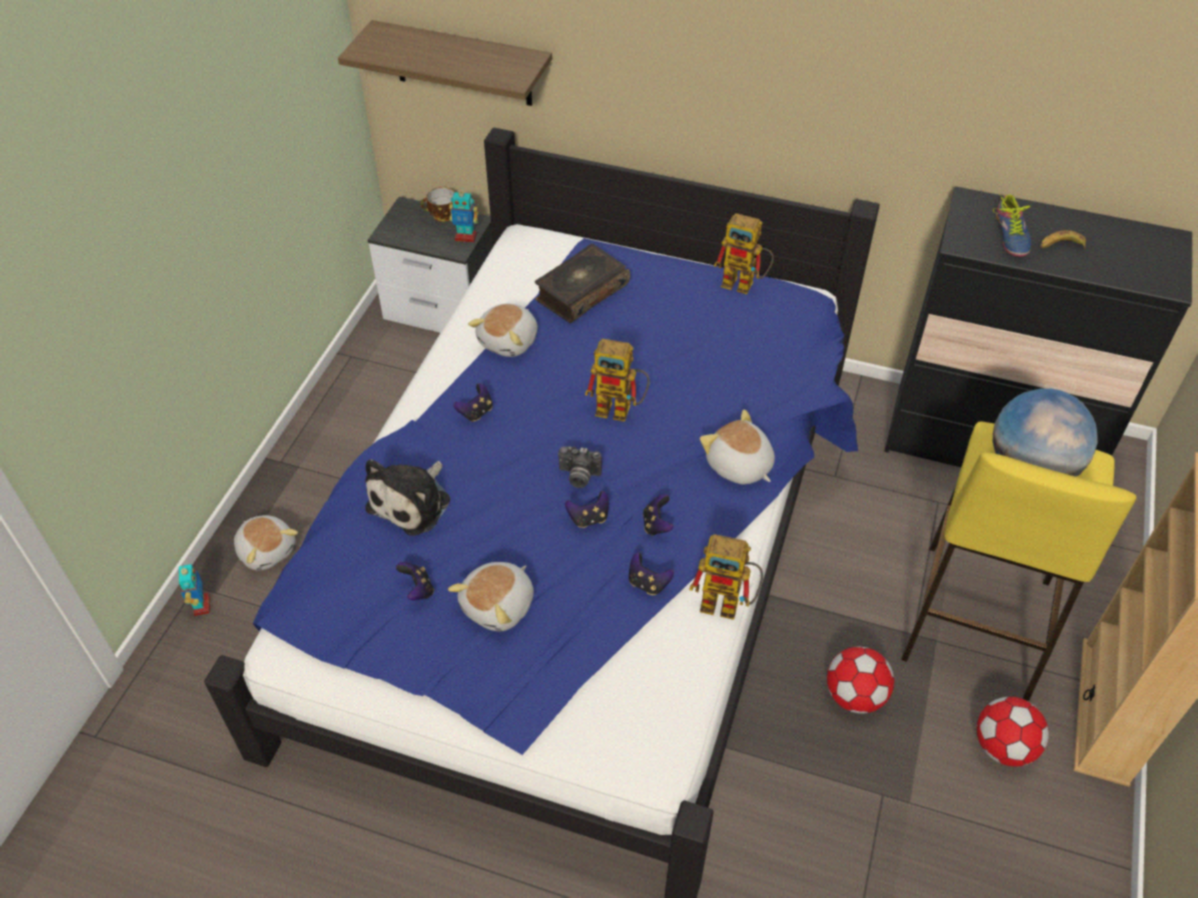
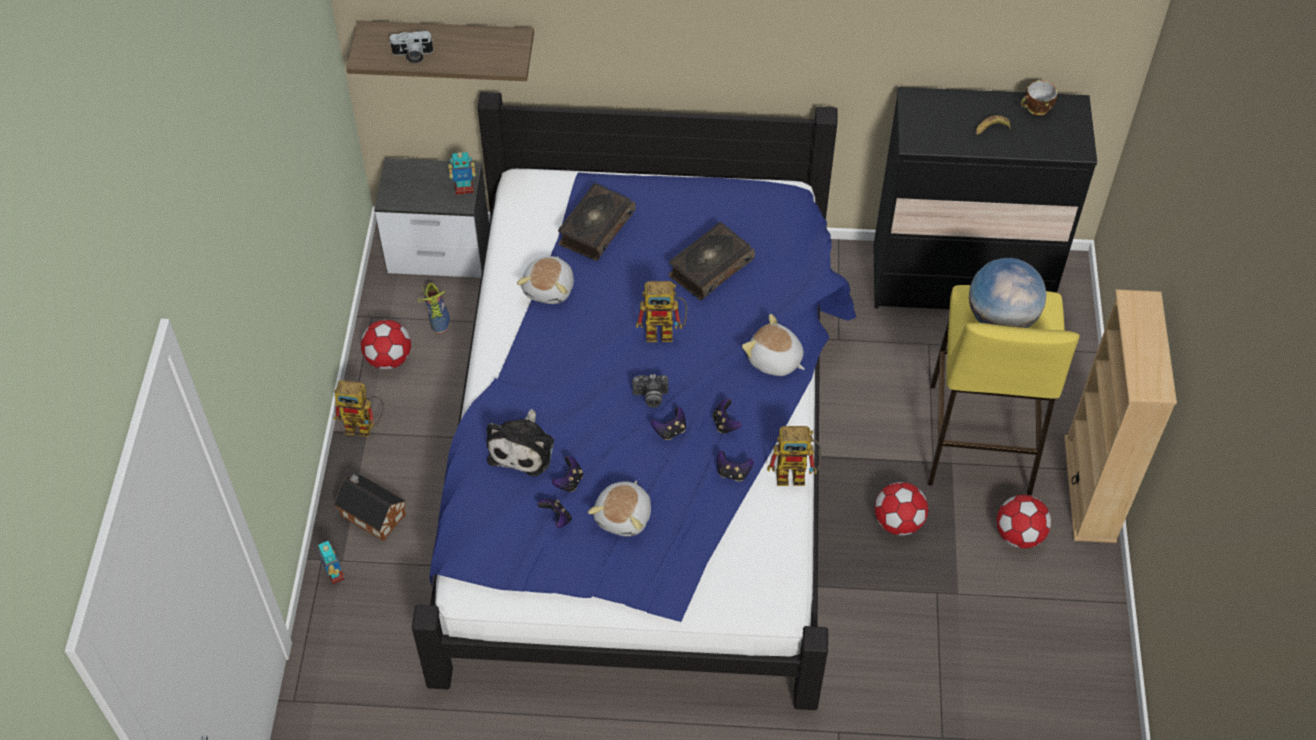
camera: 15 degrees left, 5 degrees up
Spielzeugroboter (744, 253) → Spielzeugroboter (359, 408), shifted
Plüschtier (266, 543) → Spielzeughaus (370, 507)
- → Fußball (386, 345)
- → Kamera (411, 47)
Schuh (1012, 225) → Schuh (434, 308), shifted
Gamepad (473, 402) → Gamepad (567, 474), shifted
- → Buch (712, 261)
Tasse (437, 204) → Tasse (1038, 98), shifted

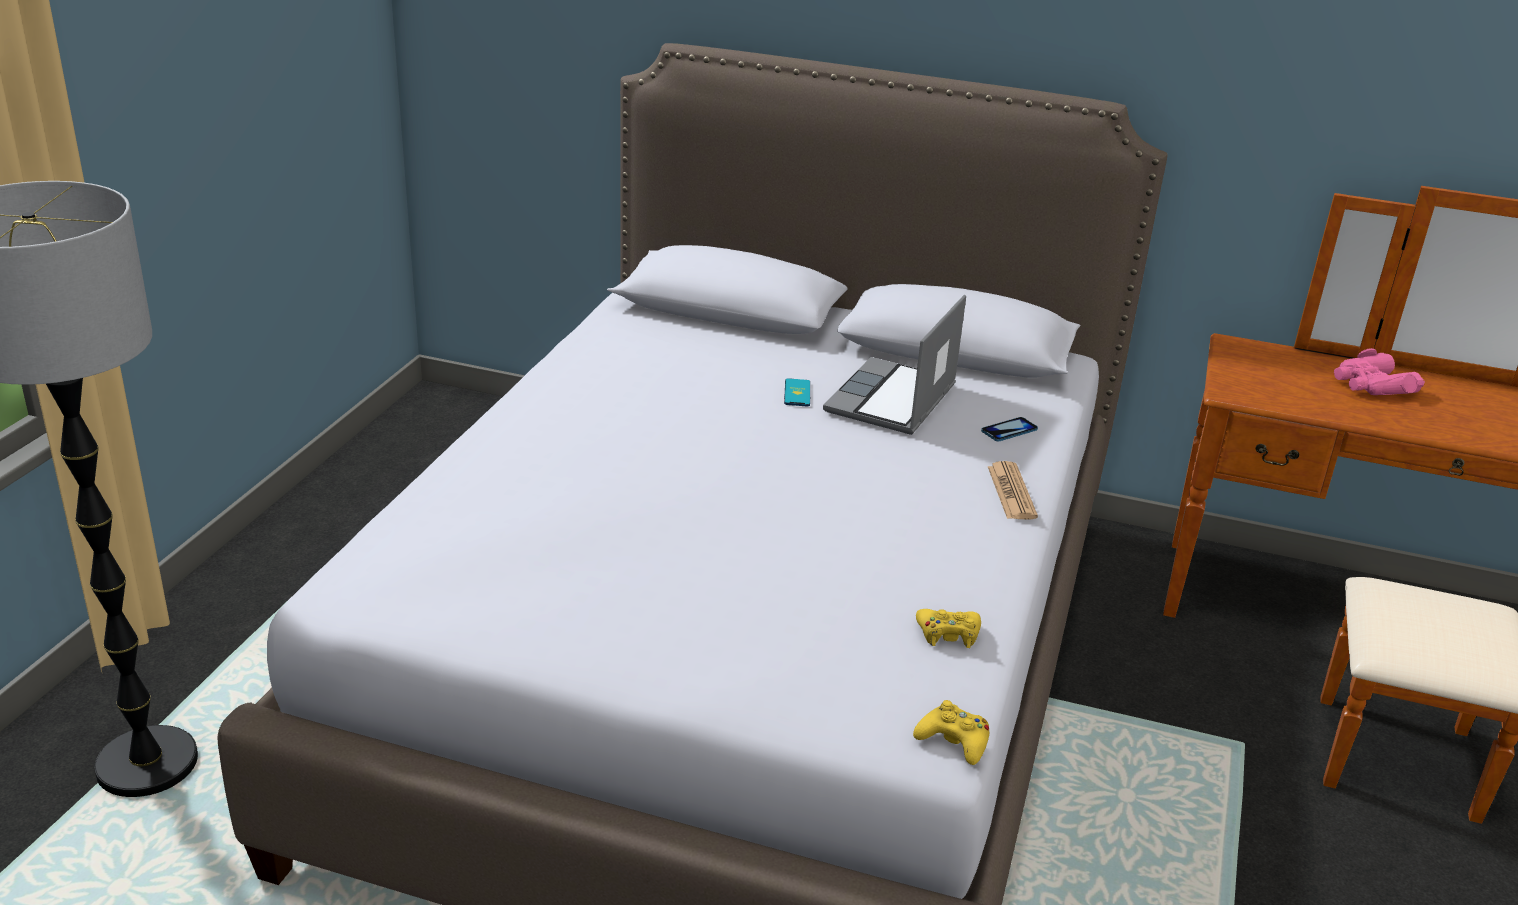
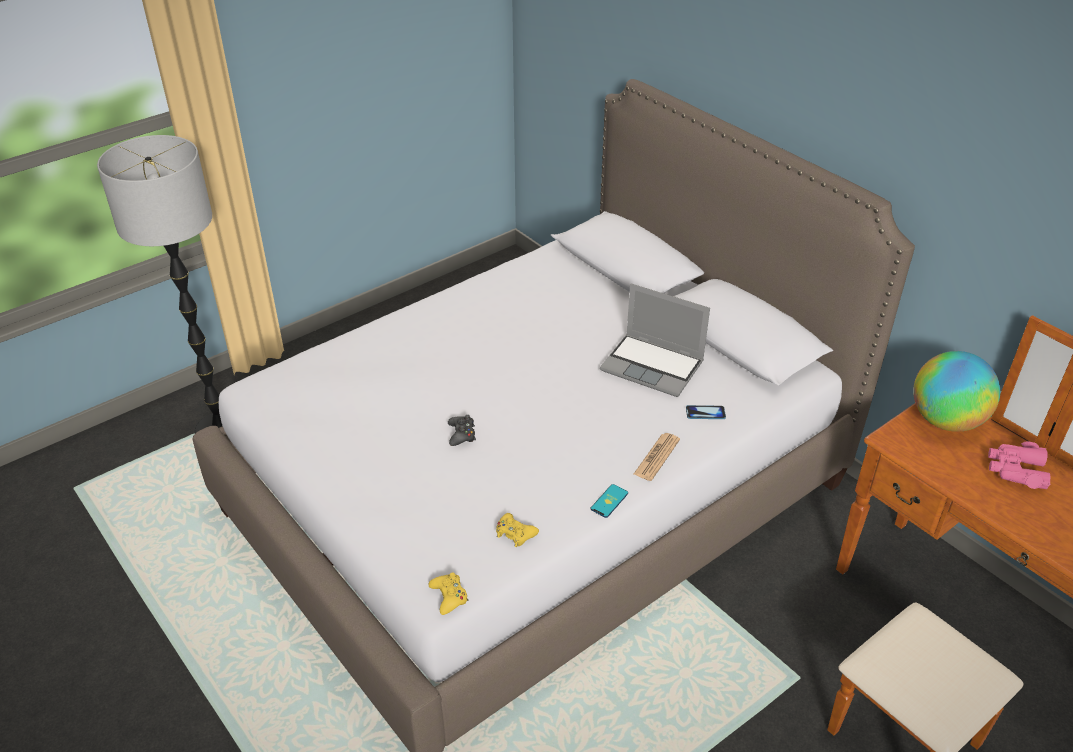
camera: 35 degrees right, 10 degrees up
- → Gamepad [schwarz] (462, 430)
Handy (797, 392) → Handy (609, 501), shifted
Laptop (894, 365) → Laptop (655, 340), 120 degrees counterclockwise
- → Globus (956, 391)

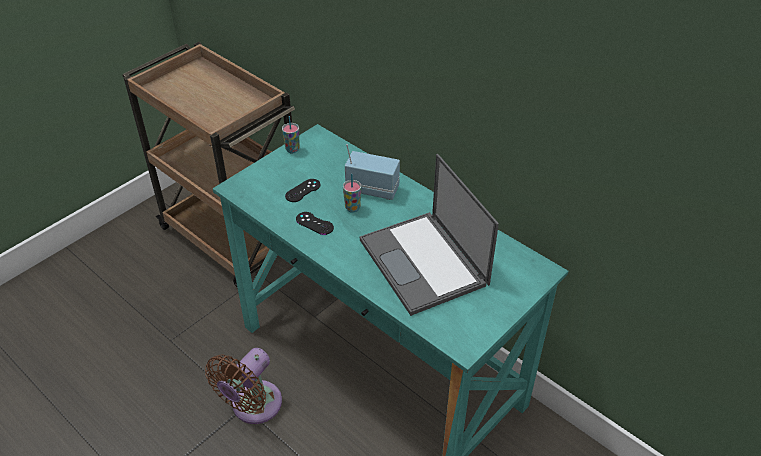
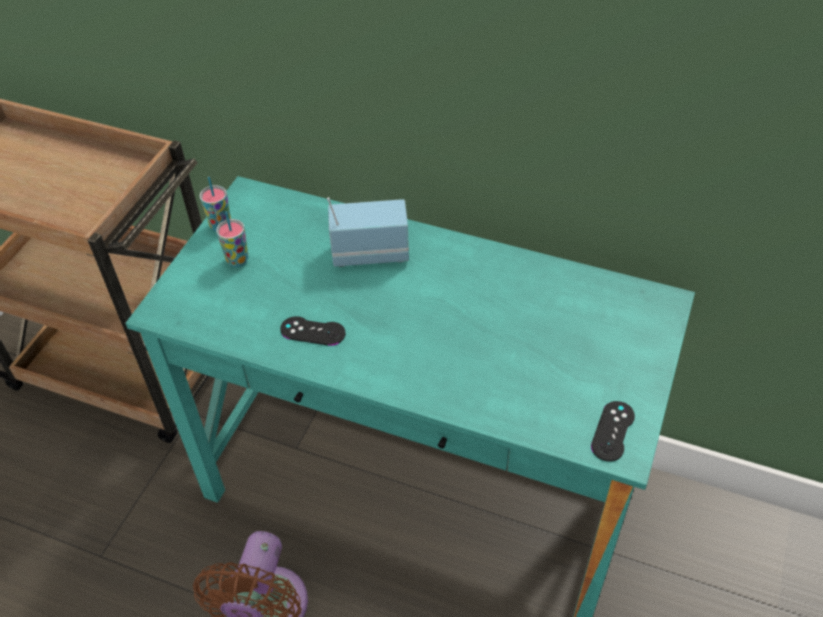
camera: 20 degrees left, 5 degrees up
Tasse (352, 193) → Tasse (232, 239), shifted
Gamepad [schwarz] (302, 190) → Gamepad [schwarz] (613, 431), shifted
Laptop (429, 235) → -

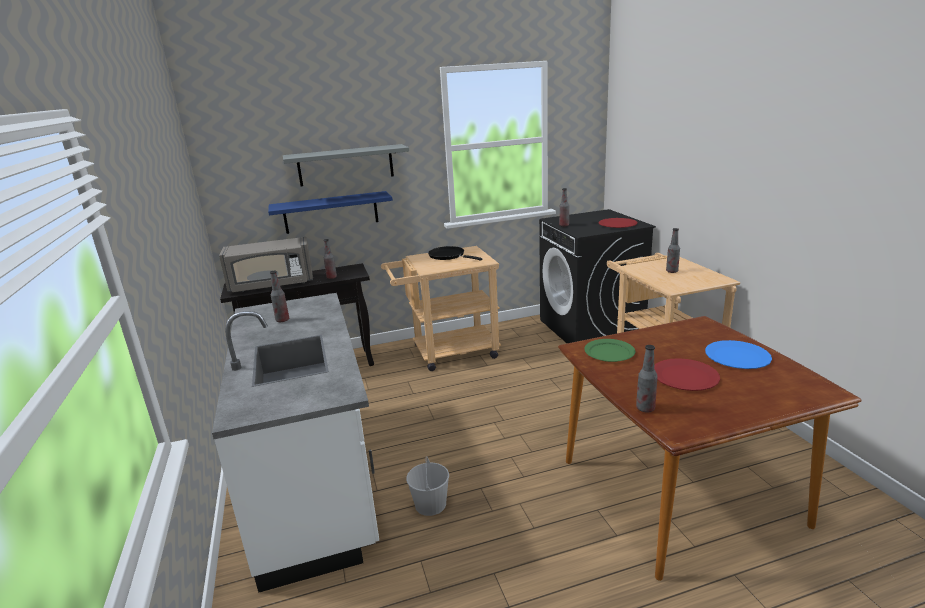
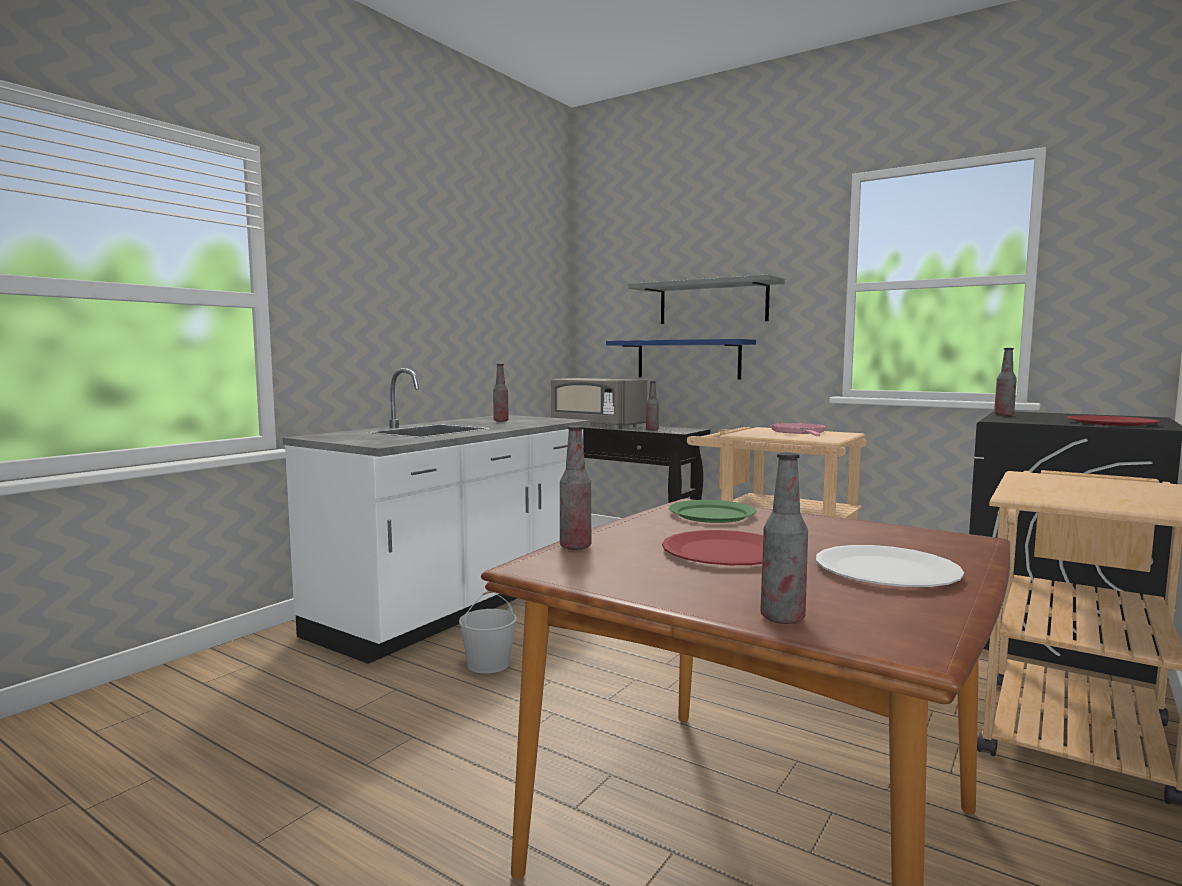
camera: 50 degrees right, 15 degrees down
Flasche (673, 250) → Flasche (784, 538), shifted
Pfanne [schwarz] (455, 253) → Pfanne [rosa] (798, 429)
Teller [blau] (738, 354) → Teller [weiß] (890, 566)

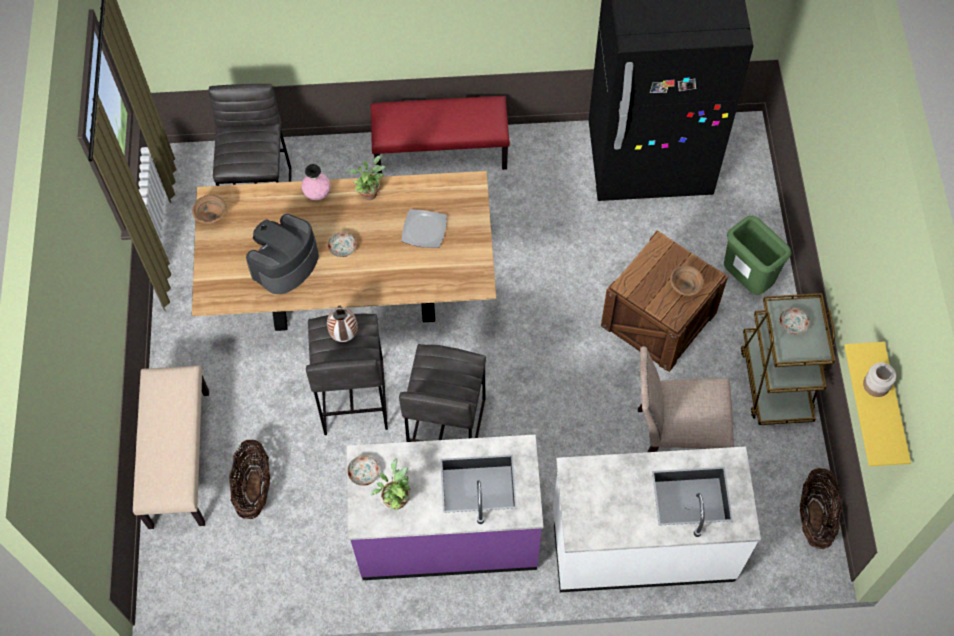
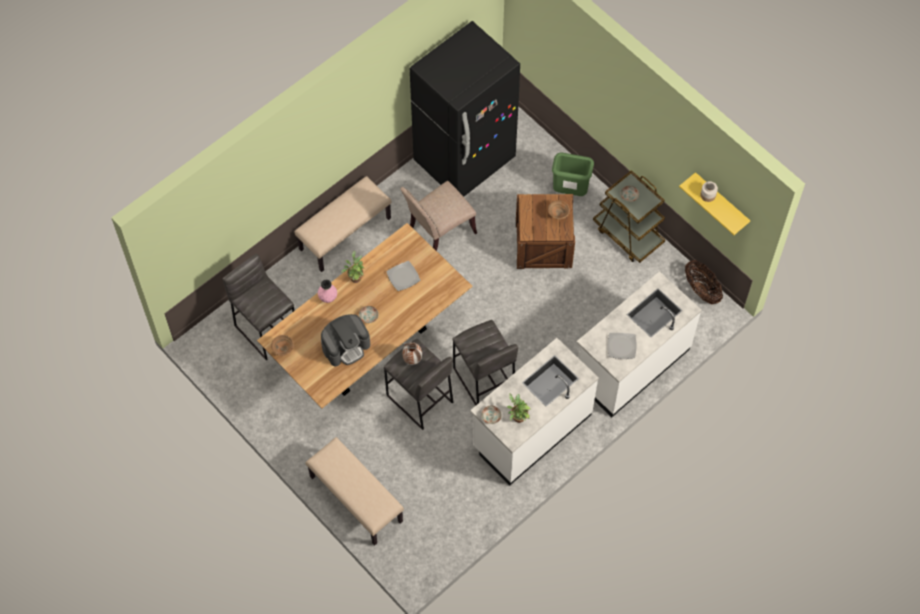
camera: 40 degrees left, 0 degrees up
Bank [rot] (440, 134) → Bank [beige] (343, 224)
Kaffeemaschine (282, 254) → Kaffeemaschine (345, 340), 120 degrees counterclockwise
Stuhl [beige] (686, 399) → Stuhl [beige] (438, 216), shifted
Küchenzeile [lila] (445, 507) → Küchenzeile [weiß] (534, 412)
- → Teller (622, 346)
Korb (249, 479) → -

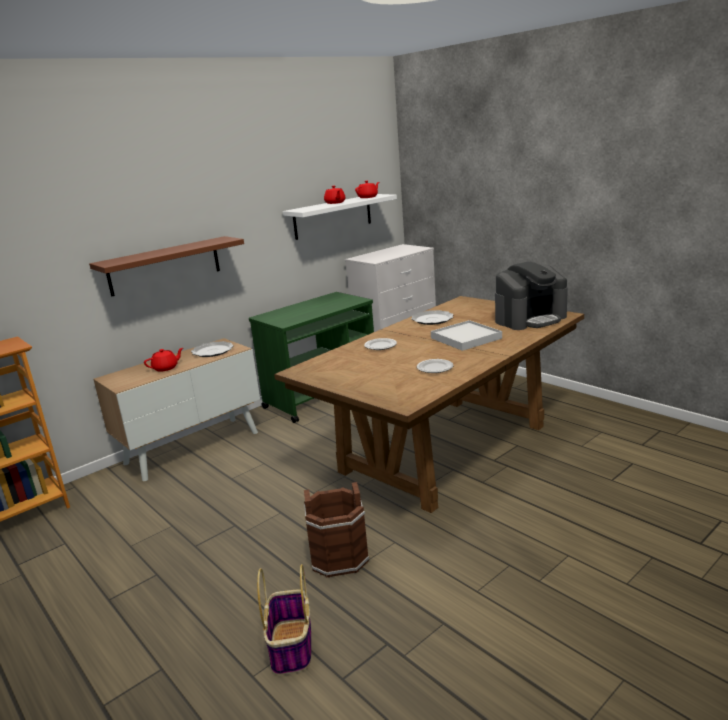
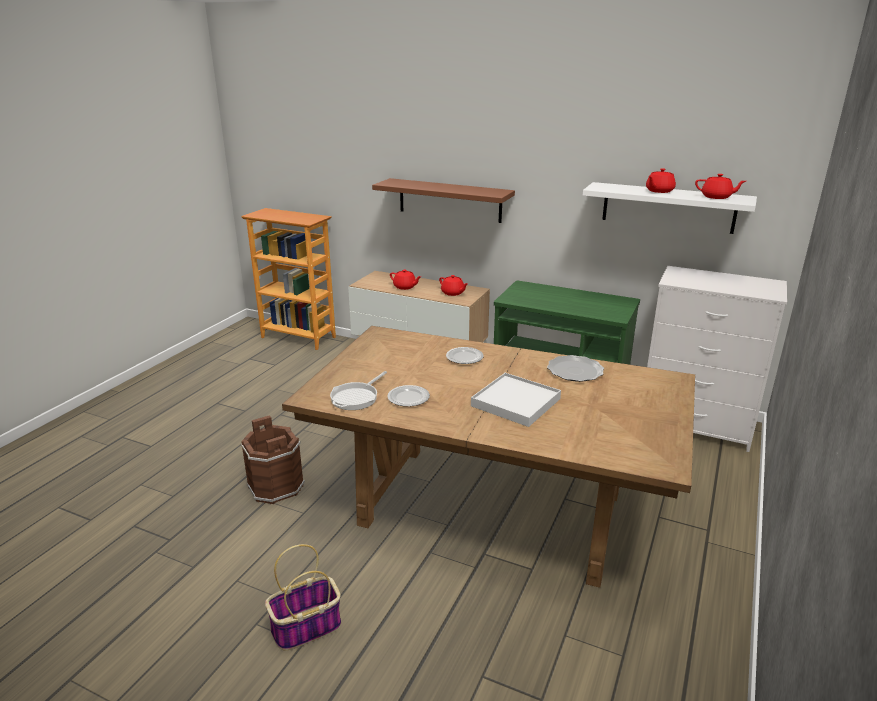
camera: 65 degrees right, 5 degrees up
Korb (284, 620) → Korb (303, 597), shifted
- → Pfanne (358, 390)
Teller (212, 349) → Teekanne [rot] (453, 285)
Kaffeemaschine (531, 296) → -

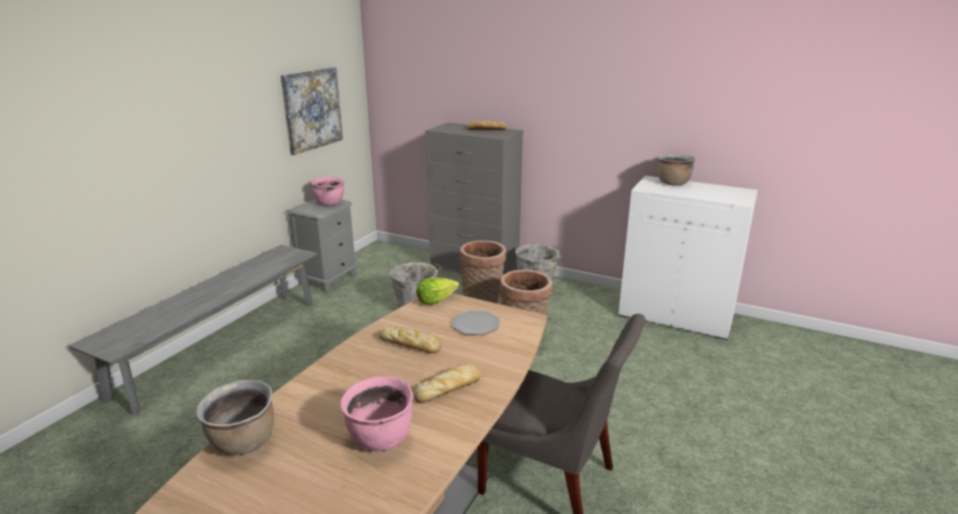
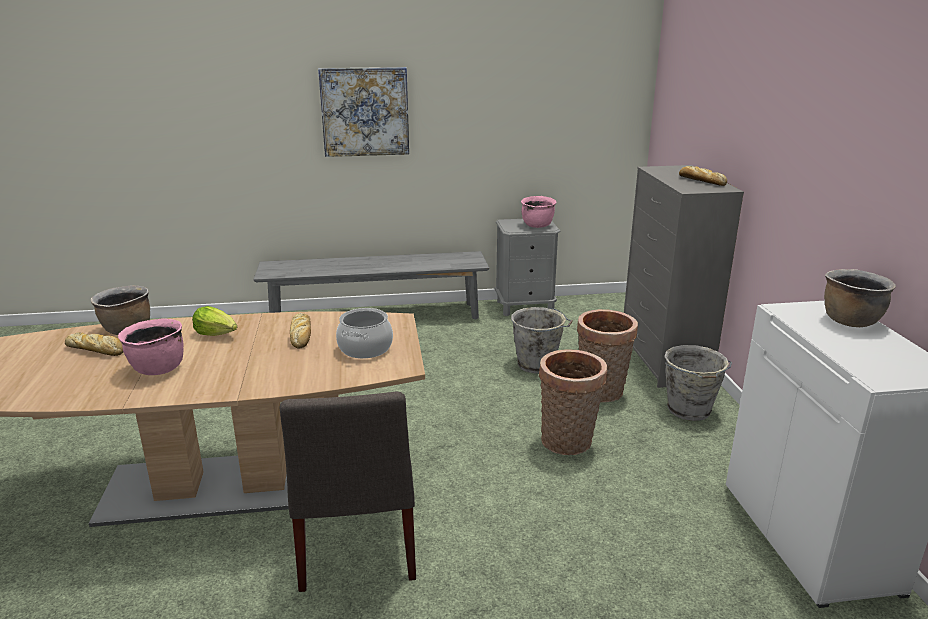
camera: 55 degrees right, 0 degrees up
Brot (447, 383) → Brot (94, 344), shifted
Salatkopf (437, 291) → Salatkopf (214, 321), shifted
Bild (312, 111) → Bild (363, 112), shifted
Teller (476, 322) → Kochtopf (364, 333)

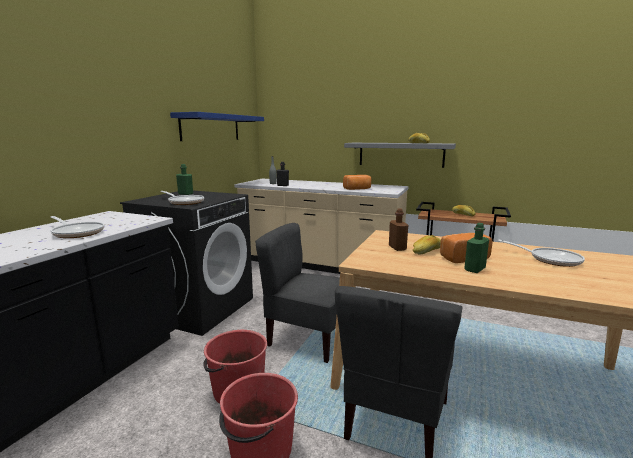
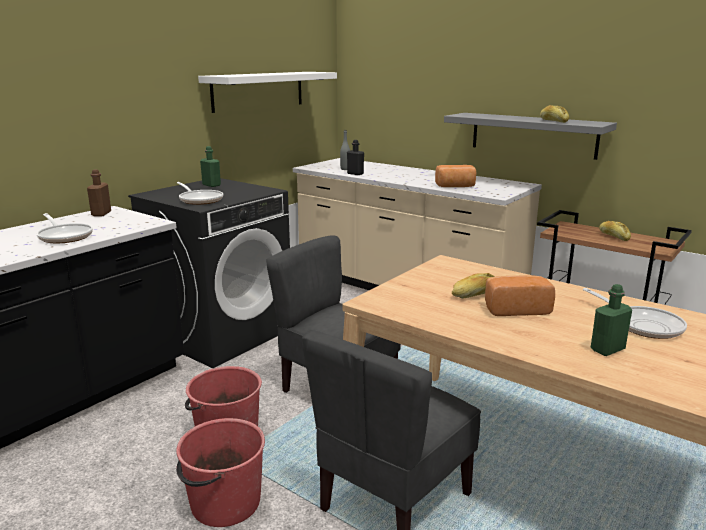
camera: 15 degrees right, 5 degrees up
Flasche [braun] (398, 229) → Flasche [braun] (99, 192), shifted
Wandregal [blau] (217, 126) → Wandregal [weiß] (267, 92)
Flasche [grün] (476, 248) → Flasche [grün] (611, 320), shifted

